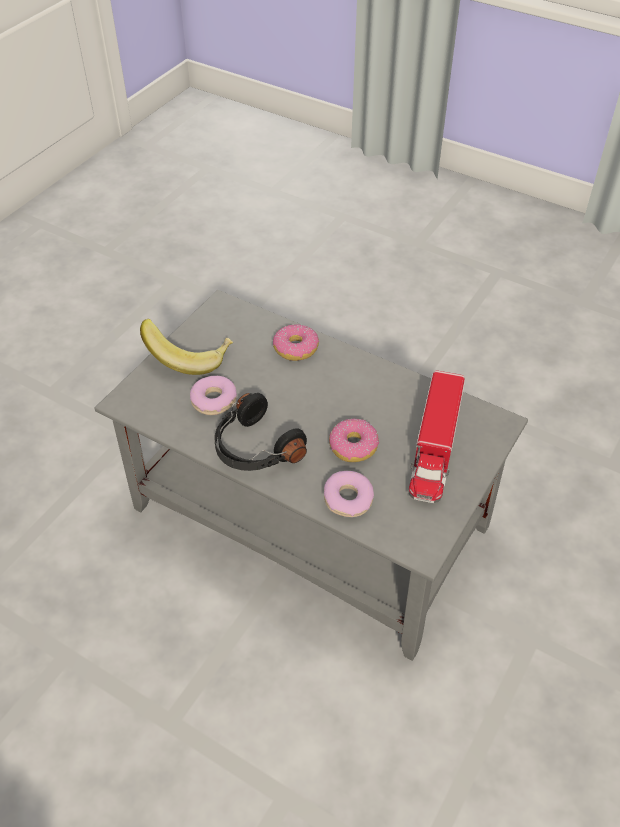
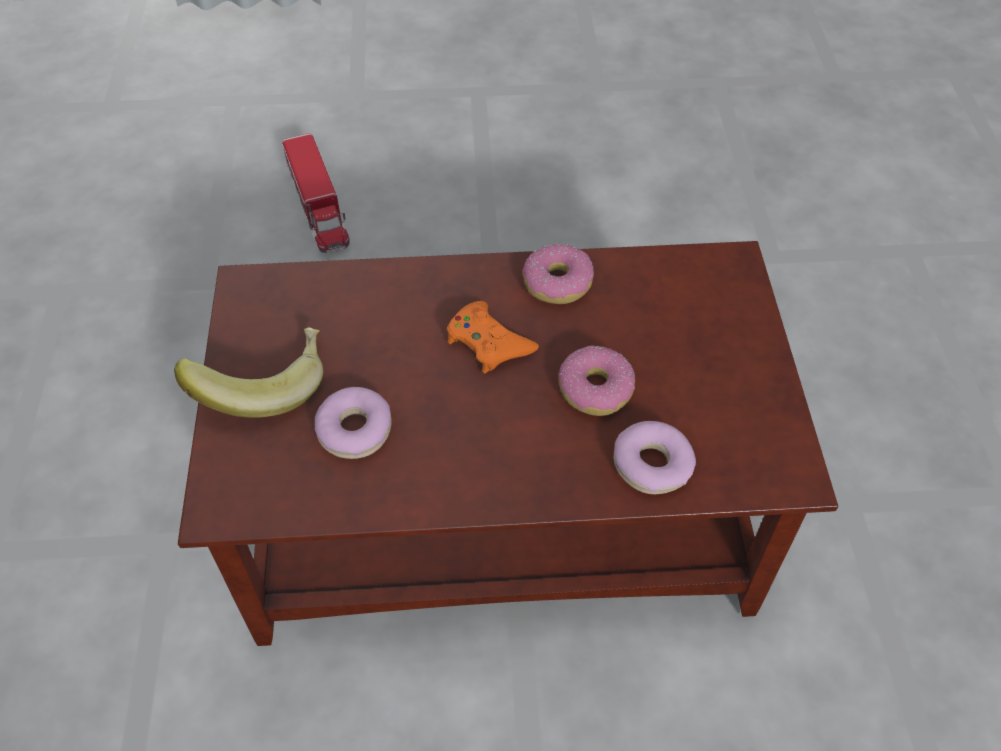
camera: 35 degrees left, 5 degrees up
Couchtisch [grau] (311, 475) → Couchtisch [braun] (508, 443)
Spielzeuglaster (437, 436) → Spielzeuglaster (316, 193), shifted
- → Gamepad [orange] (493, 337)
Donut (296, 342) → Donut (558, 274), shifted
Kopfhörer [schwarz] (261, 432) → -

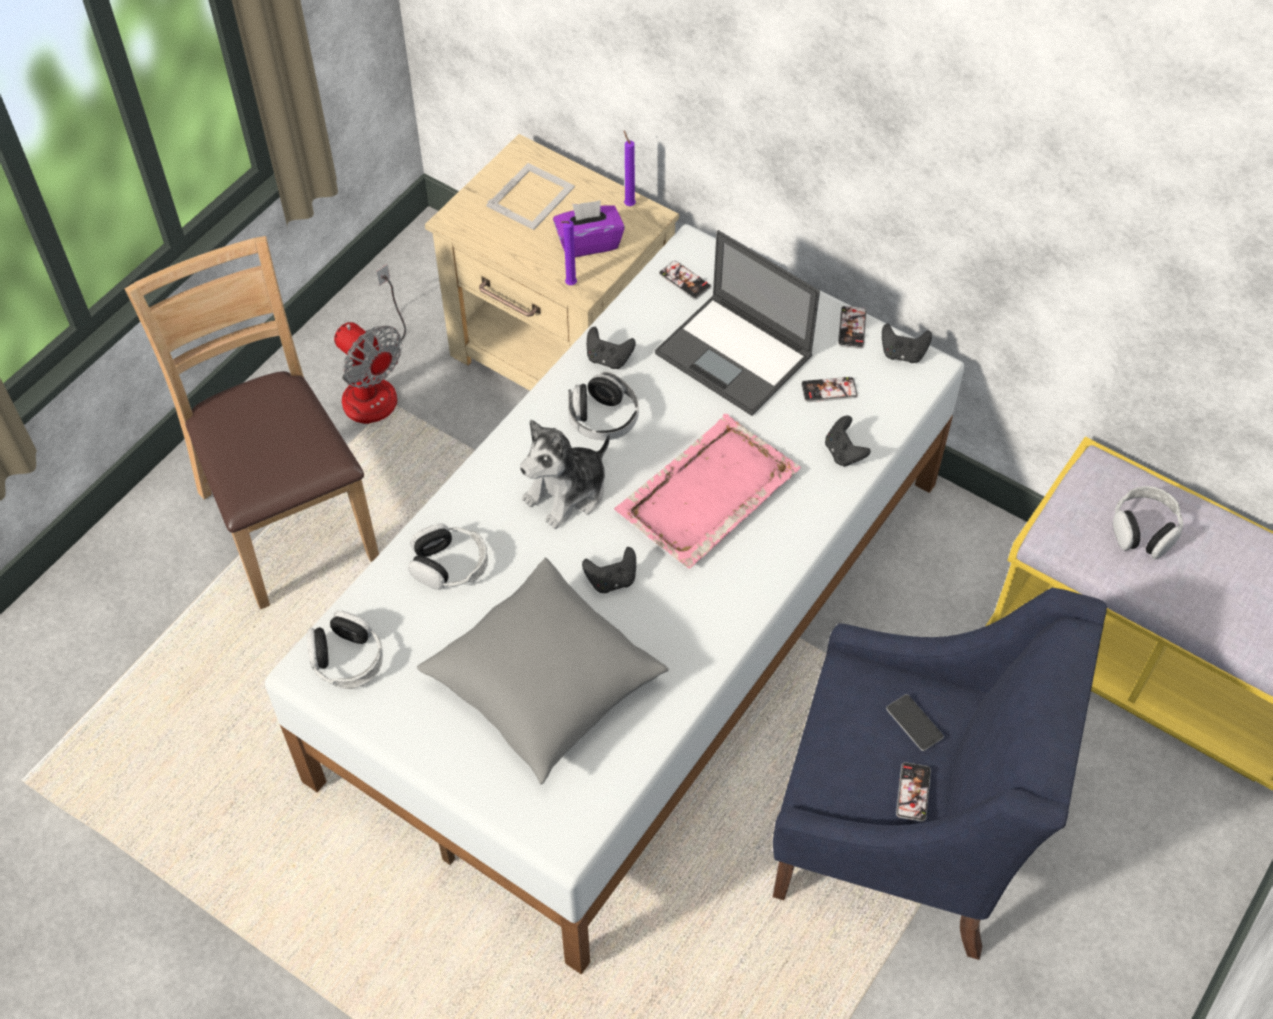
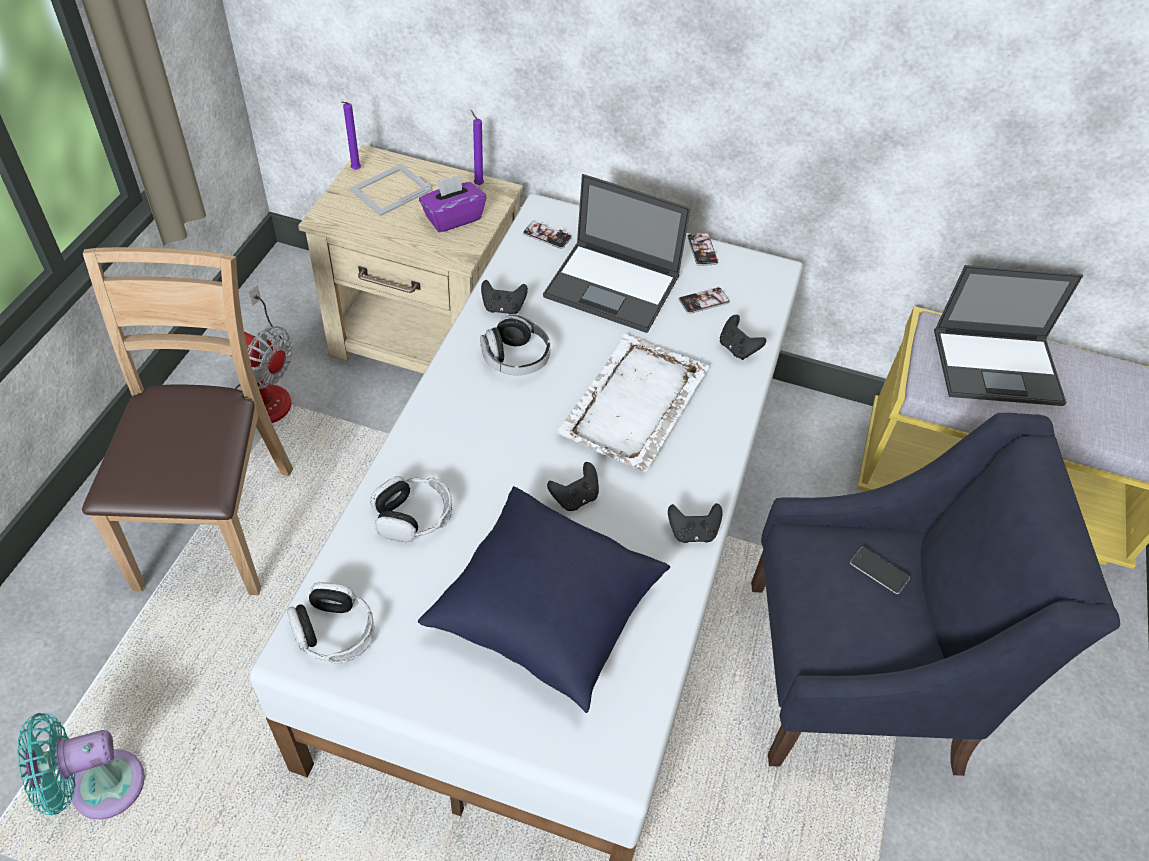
camera: 20 degrees left, 5 degrees down
- → Ventilator [türkis] (81, 766)
Stuhl [braun] (252, 423) → Stuhl [braun] (187, 421), 45 degrees clockwise
Kerze [lila] (569, 252) → Kerze [lila] (351, 136), shifted
Bilderrahmen (530, 196) → Bilderrahmen (391, 190), 150 degrees counterclockwise
Kissen [grau] (543, 671) → Kissen [blau] (544, 599)
Tablett [rosa] (707, 491) → Tablett [weiß] (632, 403)
Gamepad [schwarz] (907, 343) → Gamepad [schwarz] (695, 523), shifted
Kopfhörer (1148, 522) → Laptop (1008, 335)
Plüschtier (565, 474) → -
Handy (913, 792) → -

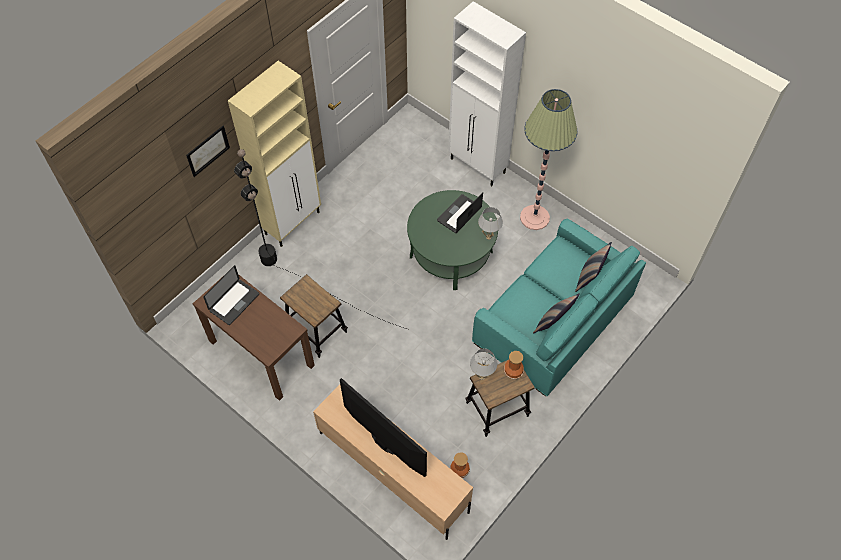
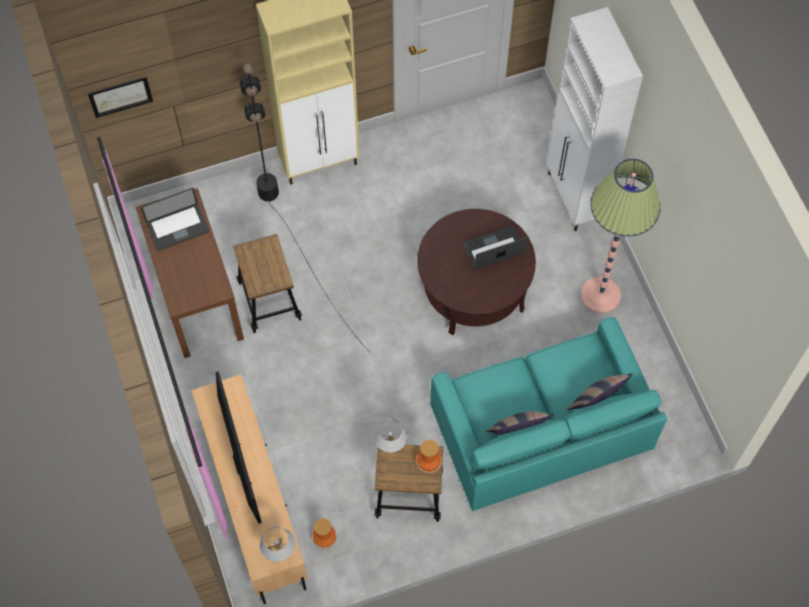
camera: 30 degrees right, 5 degrees up
Bild (208, 151) → Bild (120, 97), shifted
Tischlampe [weiß] (490, 223) → Tischlampe [weiß] (277, 544), shifted
Couchtisch [grün] (452, 240) → Couchtisch [braun] (476, 272)

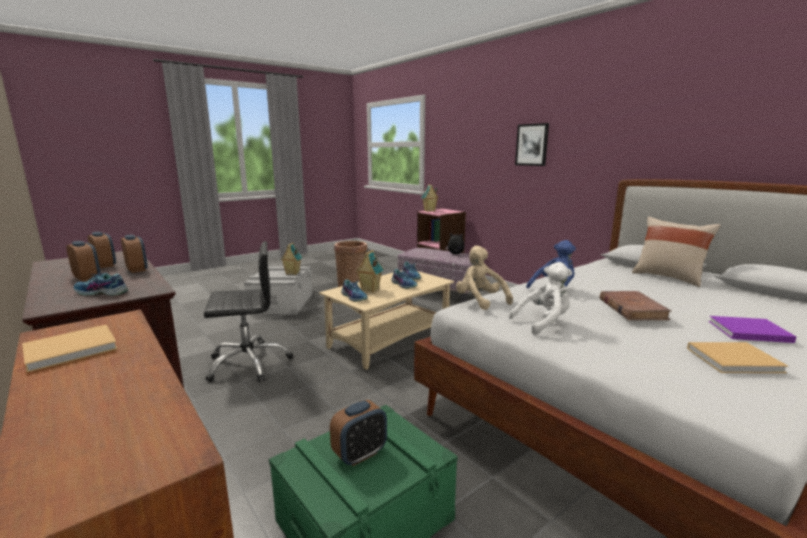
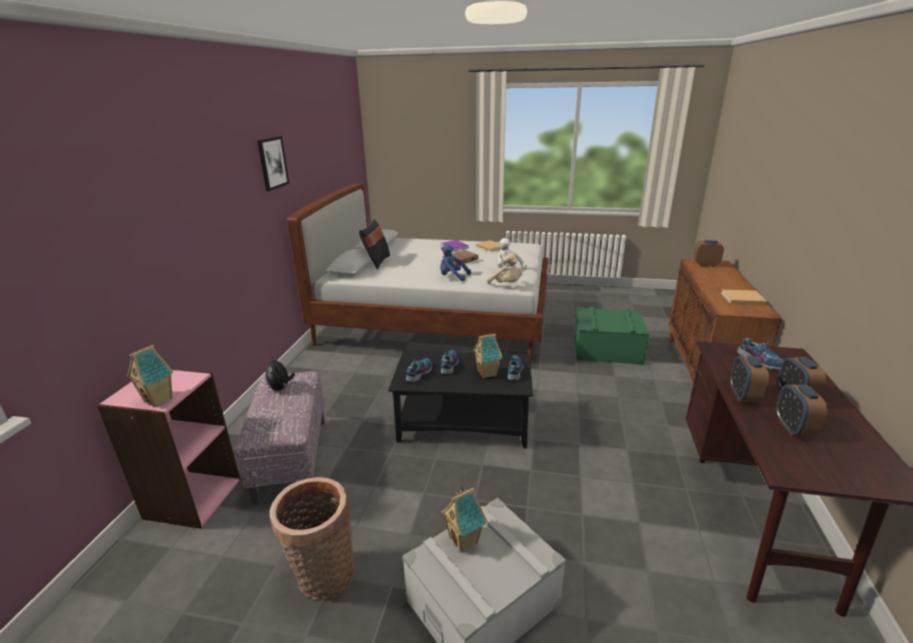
camera: 130 degrees left, 10 degrees up
Bild (532, 144) → Bild (273, 163), shifted
Kissen [beige] (676, 251) → Kissen [schwarz] (374, 244)
Couchtisch [beige] (386, 320) → Couchtisch [schwarz] (460, 399)
Plüschtier [beige] (484, 278) → Plüschtier [beige] (504, 268), 60 degrees counterclockwise
Wecker (358, 433) → Wecker (708, 253), shifted
Bürostuhl [schwarz] (248, 311) → -

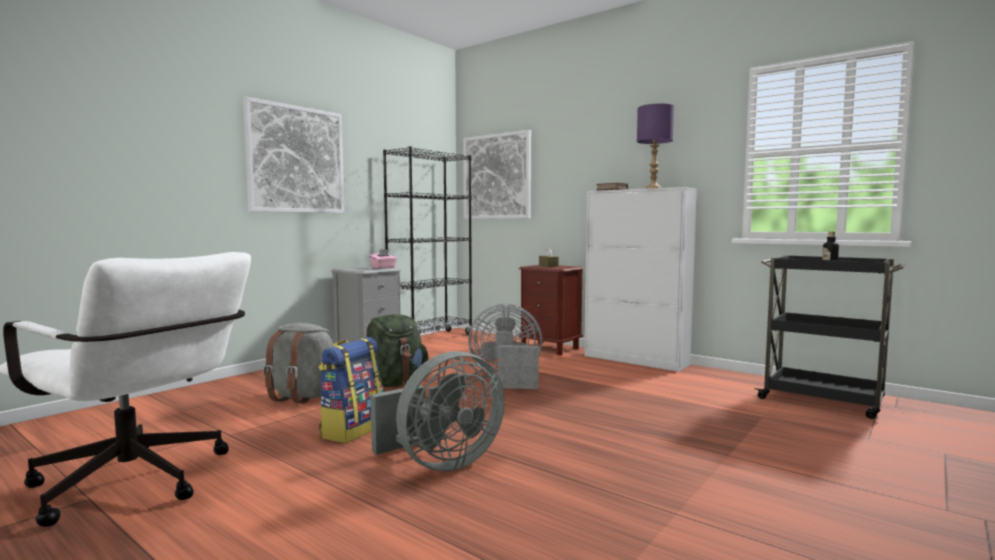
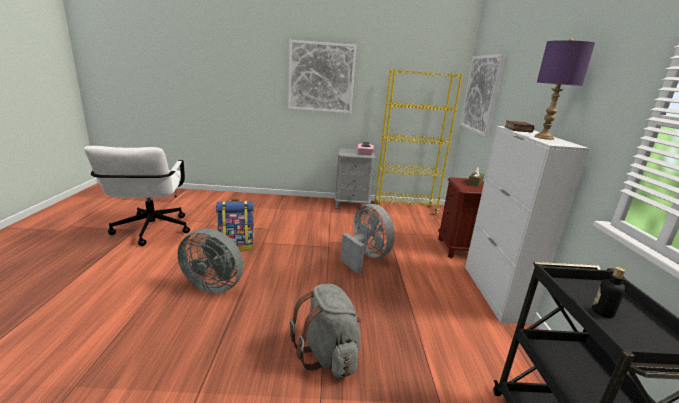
camera: 50 degrees right, 15 degrees up
Rucksack [grau] (298, 363) → Rucksack [grau] (325, 331), shifted
Bücherregal [schwarz] (427, 240) → Bücherregal [gelb] (419, 141)
Rucksack [grün] (397, 350) → -

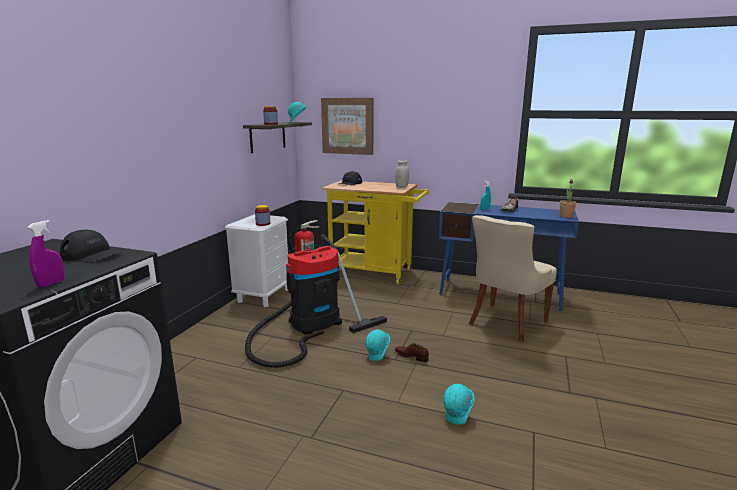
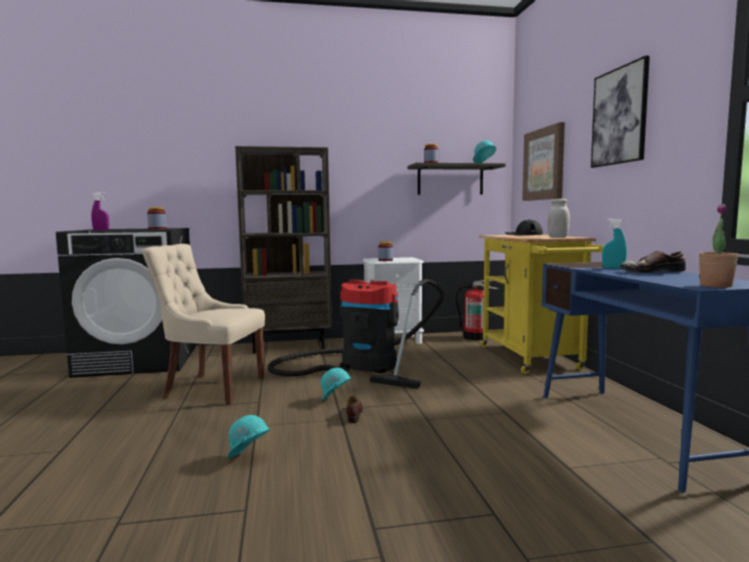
camera: 60 degrees right, 10 degrees down
Stuhl [beige] (513, 278) → Stuhl [beige] (203, 324), shifted
Kappe [schwarz] (91, 246) → Vorratsglas (156, 218)
- → Bücherregal [braun] (283, 249)
- → Bild (620, 112)

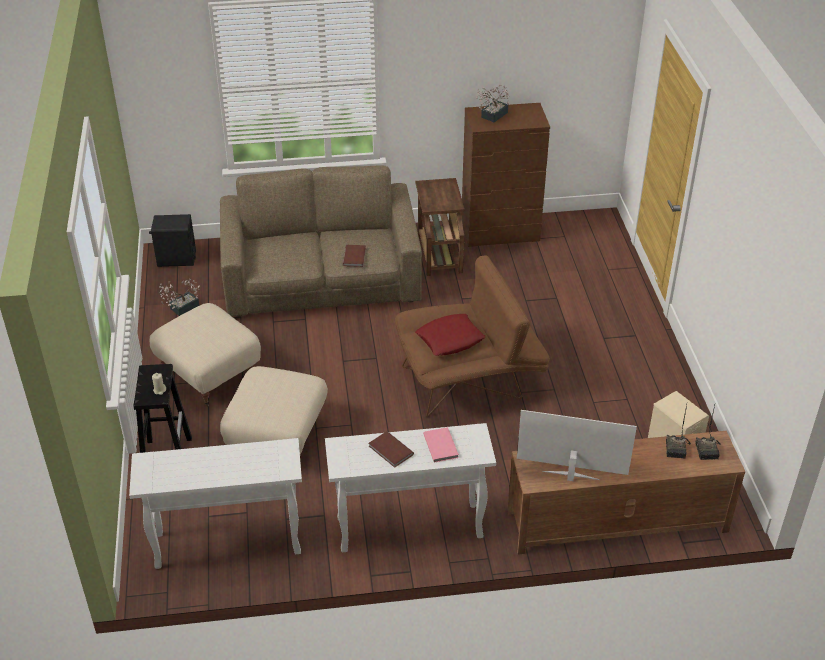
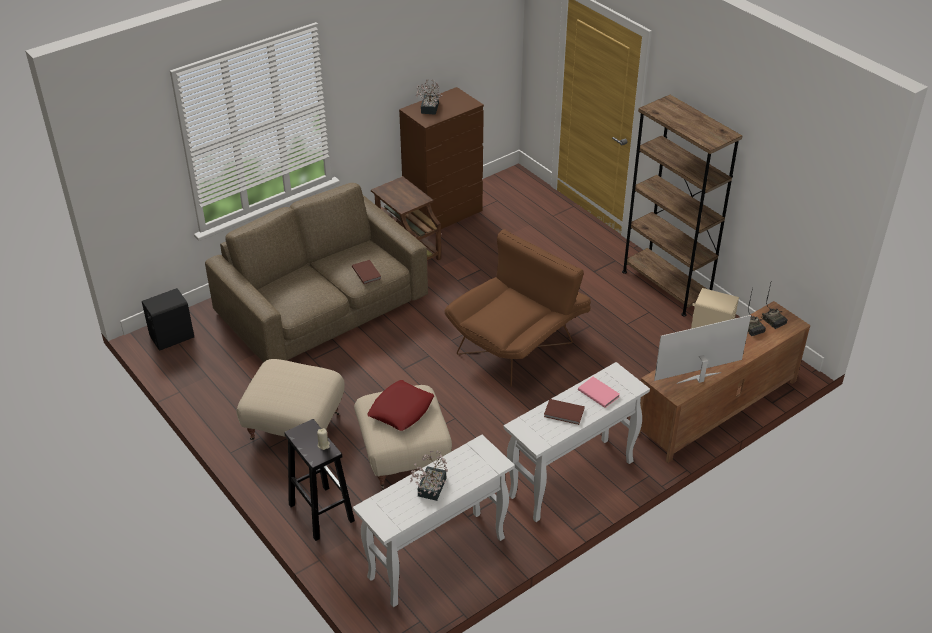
camera: 30 degrees left, 0 degrees up
Kissen [rot] (450, 335) → Kissen [rot] (400, 405), shifted
Topfpflanze (179, 297) → Topfpflanze (429, 475), shifted
- → Bücherregal [braun] (682, 206)

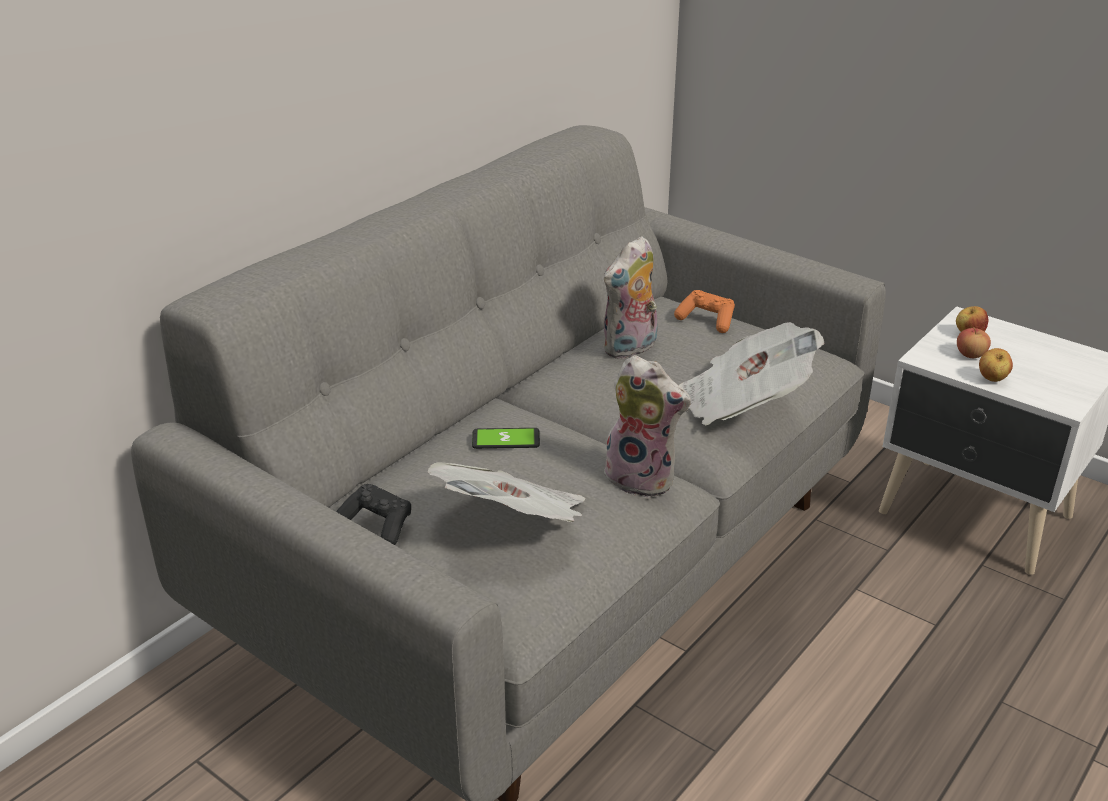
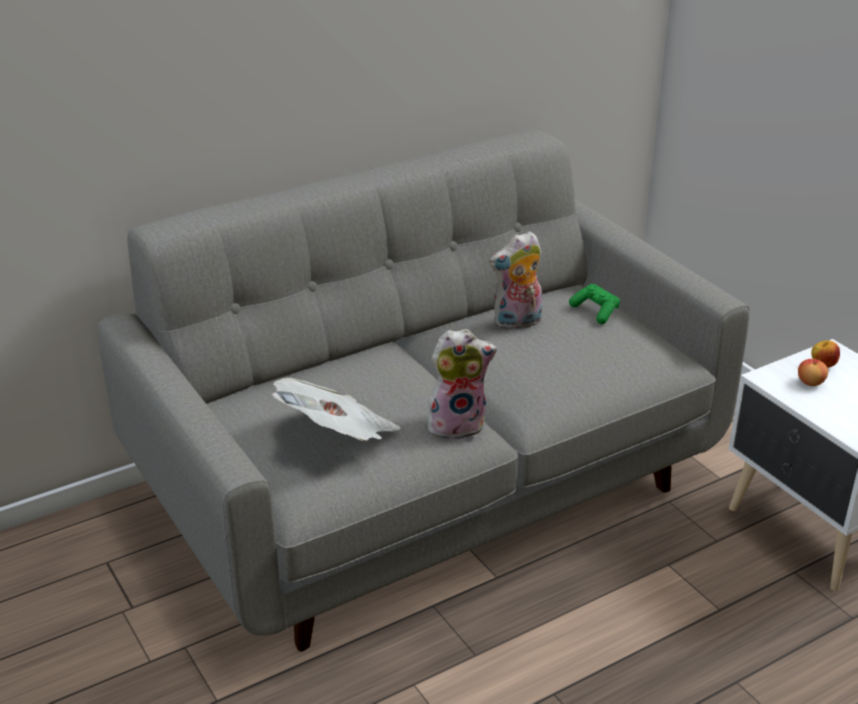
camera: 20 degrees right, 0 degrees up
Plüschtier (643, 426) → Plüschtier (462, 384), 60 degrees counterclockwise
Gamepad [orange] (704, 311) → Gamepad [grün] (594, 304)
Gamepad [schwarz] (373, 514) → -
Handy (506, 438) → -
Zeitung (751, 374) → -
Apfel (996, 365) → -

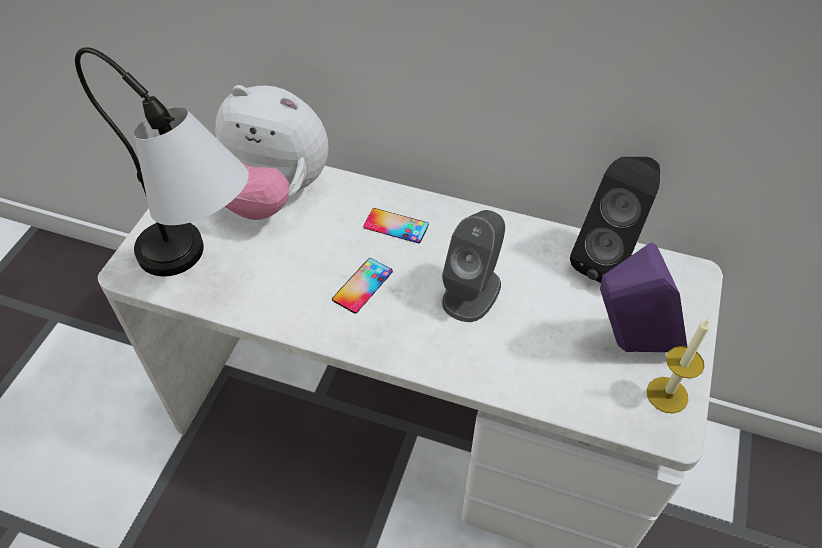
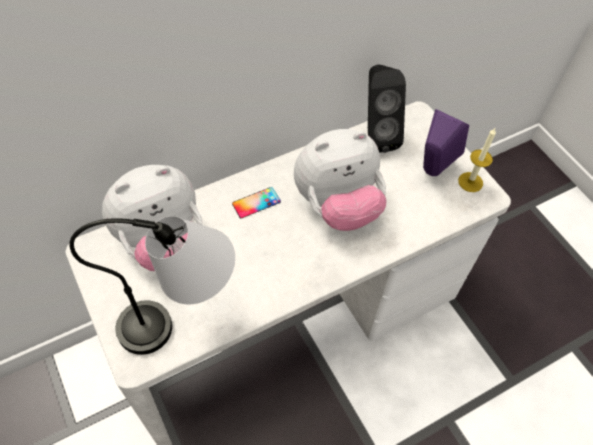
camera: 50 degrees left, 5 degrees up
Lautsprecher [grau] (473, 266) → Plüschtier (340, 180)
Handy (362, 285) → -

